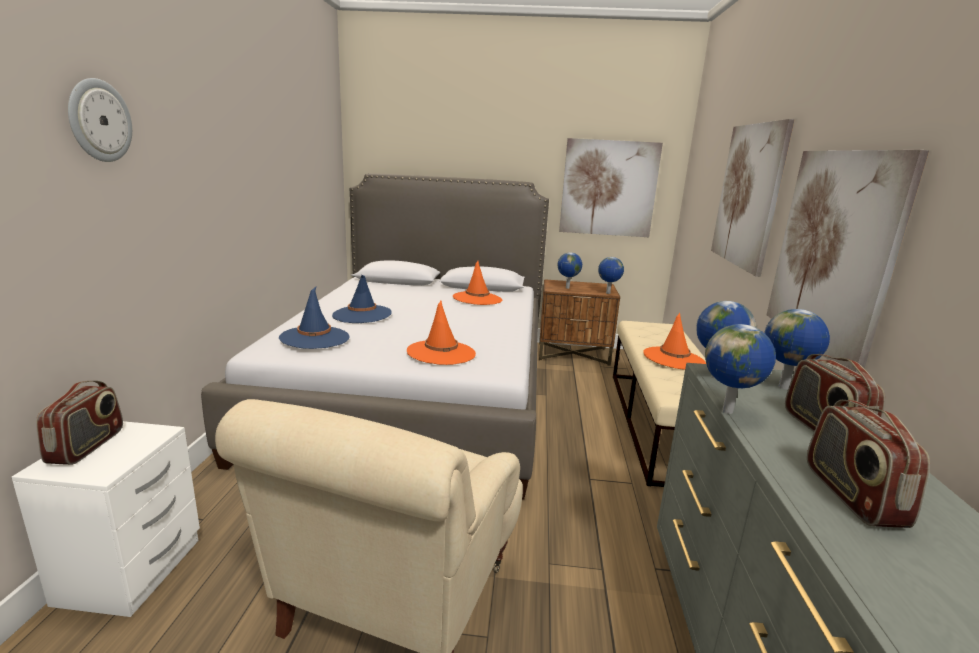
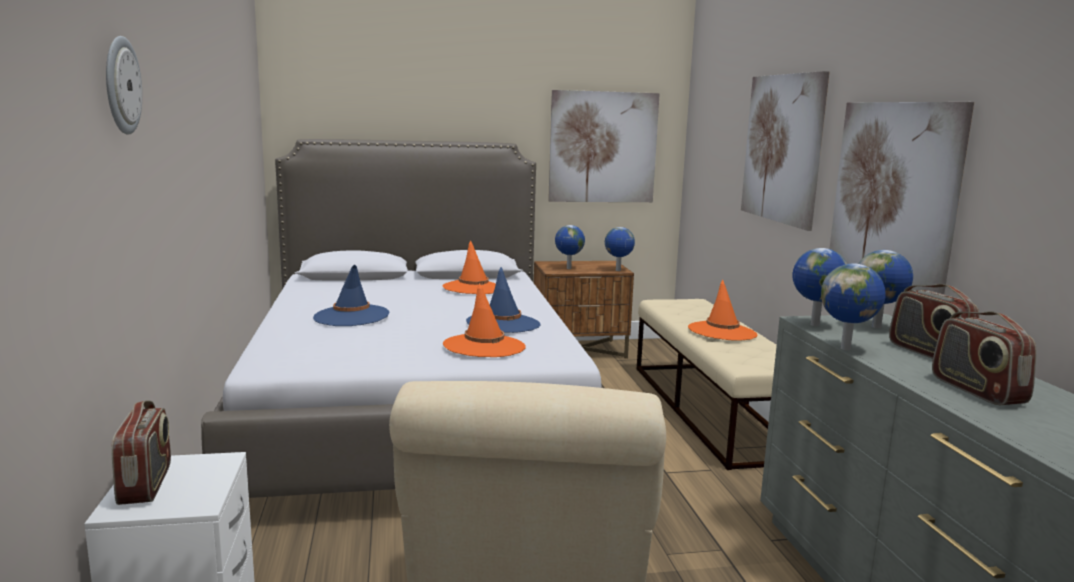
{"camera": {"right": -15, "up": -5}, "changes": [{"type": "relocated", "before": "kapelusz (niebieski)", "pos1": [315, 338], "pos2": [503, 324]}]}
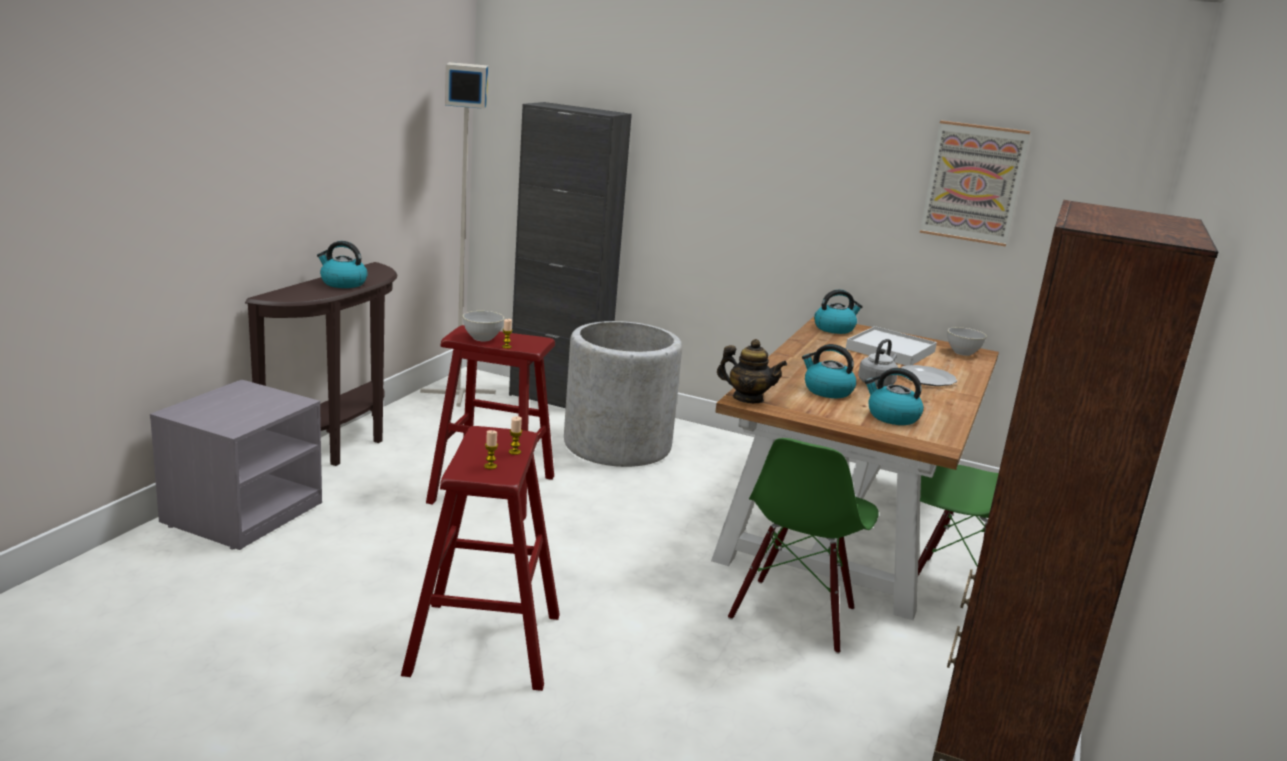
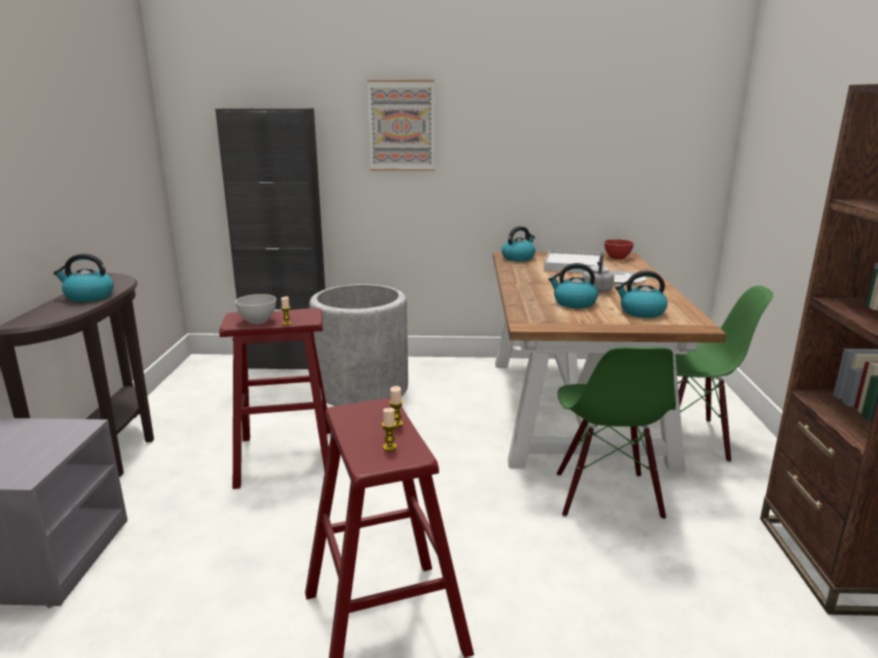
{"camera": {"right": -20, "up": 0}, "changes": [{"type": "missing", "before": "lampa stojąca (szary)", "pos1": [457, 392]}, {"type": "missing", "before": "imbryk", "pos1": [747, 399]}, {"type": "relocated", "before": "obraz", "pos1": [973, 183], "pos2": [401, 126]}, {"type": "colour", "before": "miska (szary)", "after": "miska (czerwony)", "pos1": [963, 352], "pos2": [617, 258]}]}
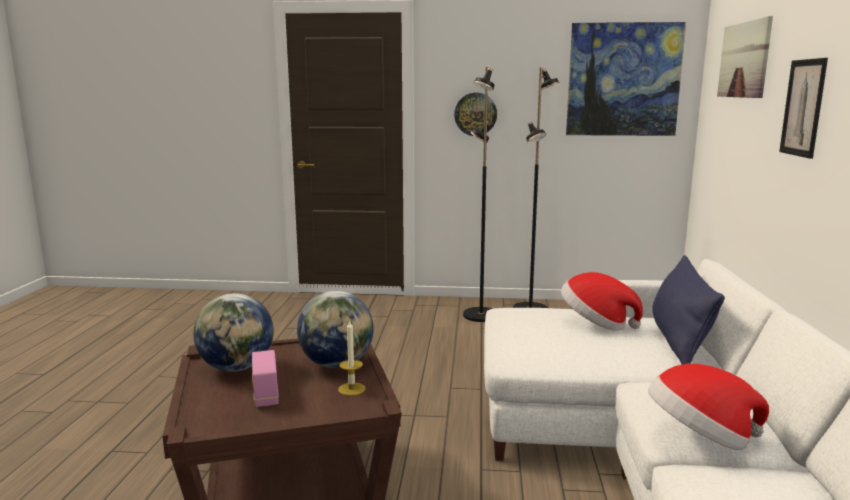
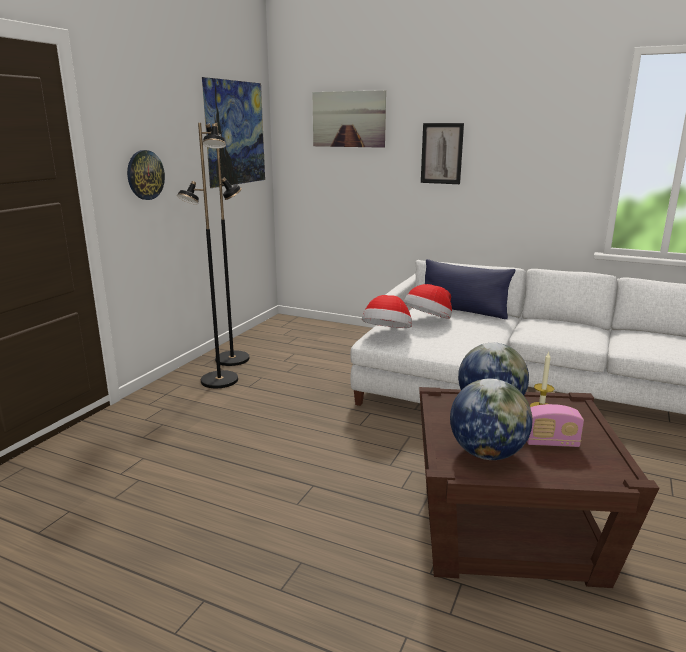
{"camera": {"right": -70, "up": 5}, "changes": [{"type": "relocated", "before": "kapelusz", "pos1": [700, 438], "pos2": [387, 333]}]}
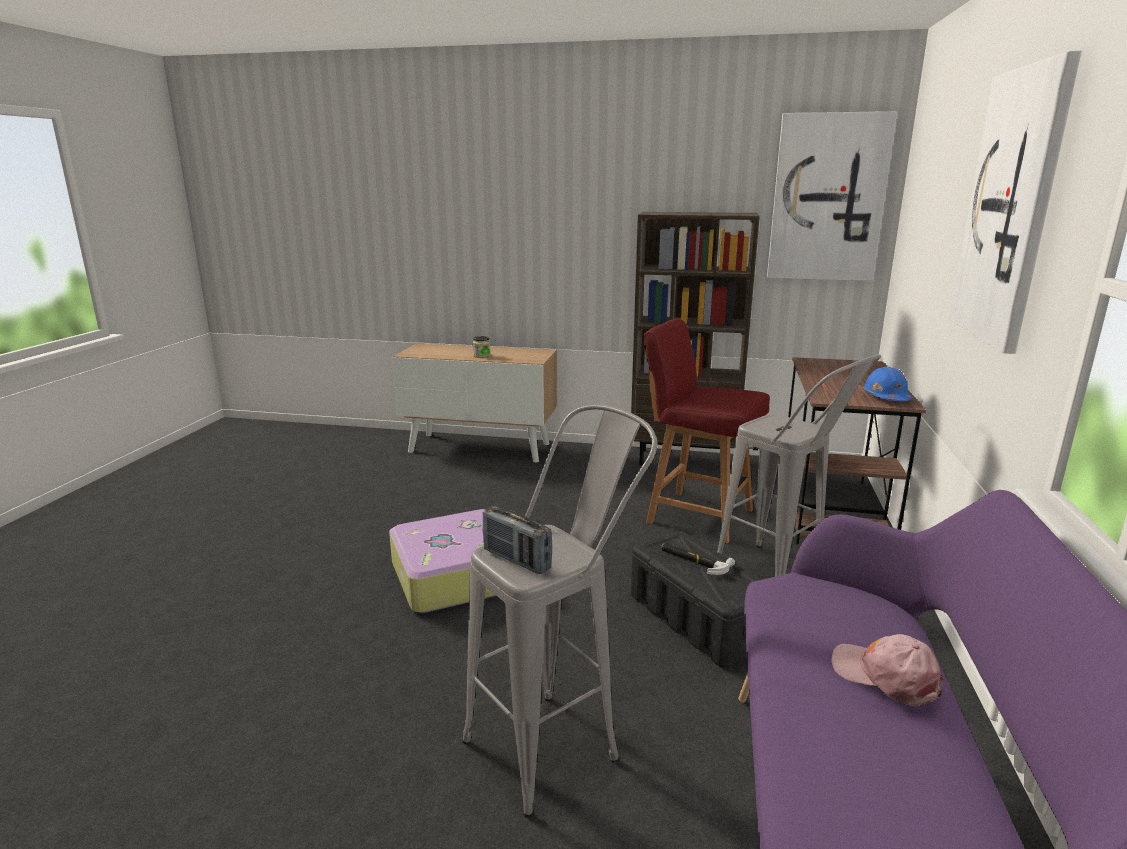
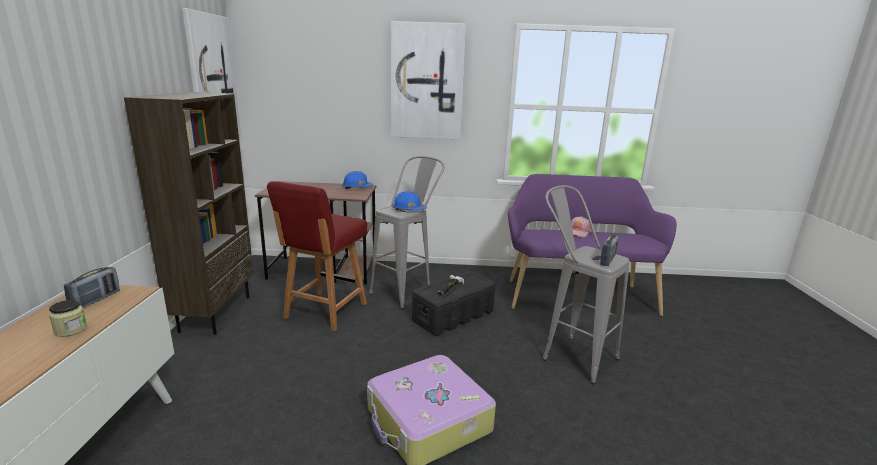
{"camera": {"right": -100, "up": 0}, "changes": [{"type": "appeared", "after": "radio", "pos2": [96, 300]}, {"type": "appeared", "after": "kask (niebieski)", "pos2": [408, 210]}]}
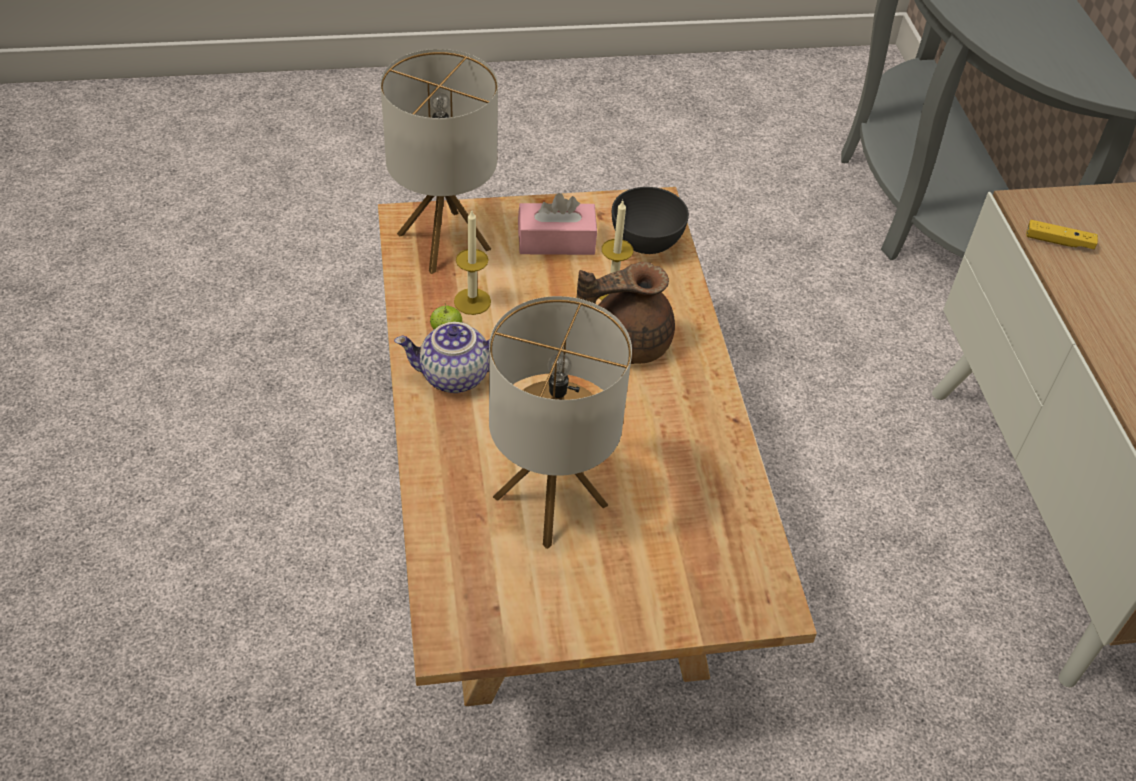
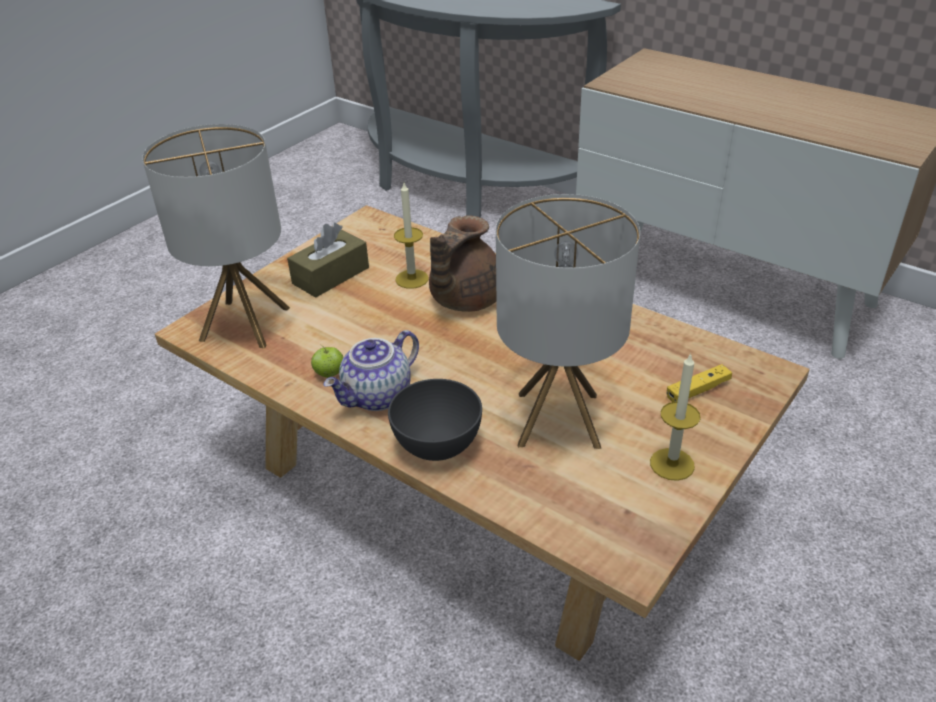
{"camera": {"right": -40, "up": -10}, "changes": [{"type": "relocated", "before": "świeca", "pos1": [472, 301], "pos2": [672, 464]}, {"type": "colour", "before": "pudełko chusteczek (różowy)", "after": "pudełko chusteczek (brązowy)", "pos1": [556, 241], "pos2": [331, 275]}, {"type": "relocated", "before": "miska (szary)", "pos1": [646, 242], "pos2": [437, 444]}, {"type": "relocated", "before": "pad do gier (żółty)", "pos1": [1059, 241], "pos2": [698, 390]}]}
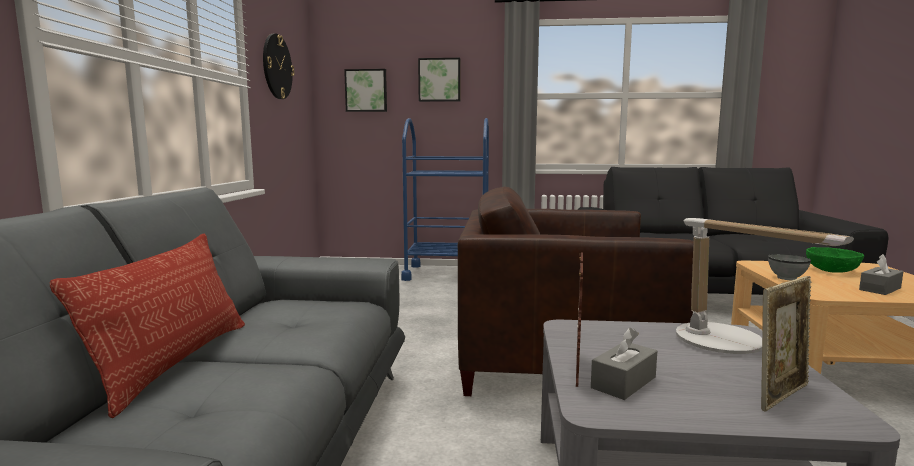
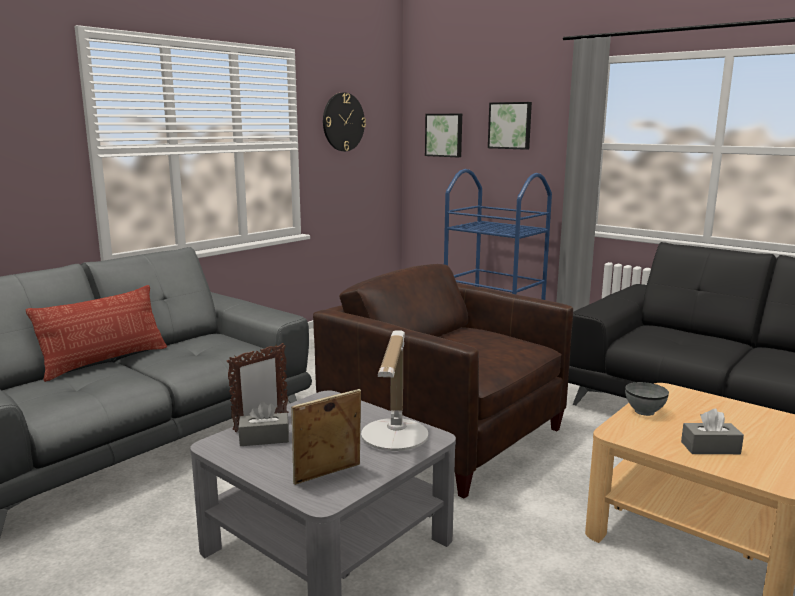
{"camera": {"right": 35, "up": 5}, "changes": [{"type": "spun", "before": "ramka na zdjęcie", "pos1": [781, 395], "pos2": [328, 476], "turn": 150}, {"type": "missing", "before": "miska (zielony)", "pos1": [831, 270]}]}
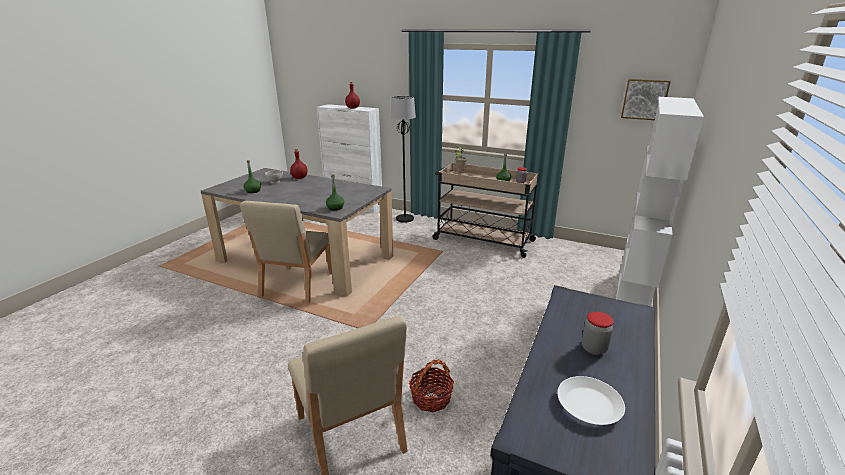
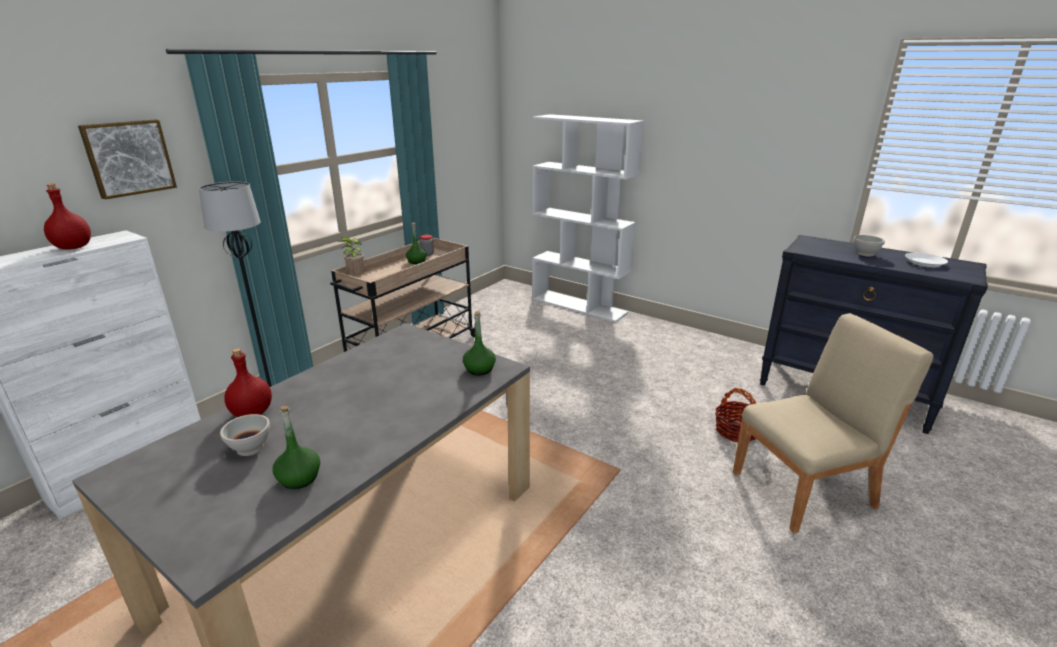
{"camera": {"right": -80, "up": 0}, "changes": [{"type": "missing", "before": "krzesło (beżowy)", "pos1": [297, 285]}, {"type": "exchanged", "before": "słoik", "after": "miska (biały)", "pos1": [594, 348], "pos2": [864, 254]}, {"type": "relocated", "before": "obraz", "pos1": [644, 99], "pos2": [128, 158]}]}
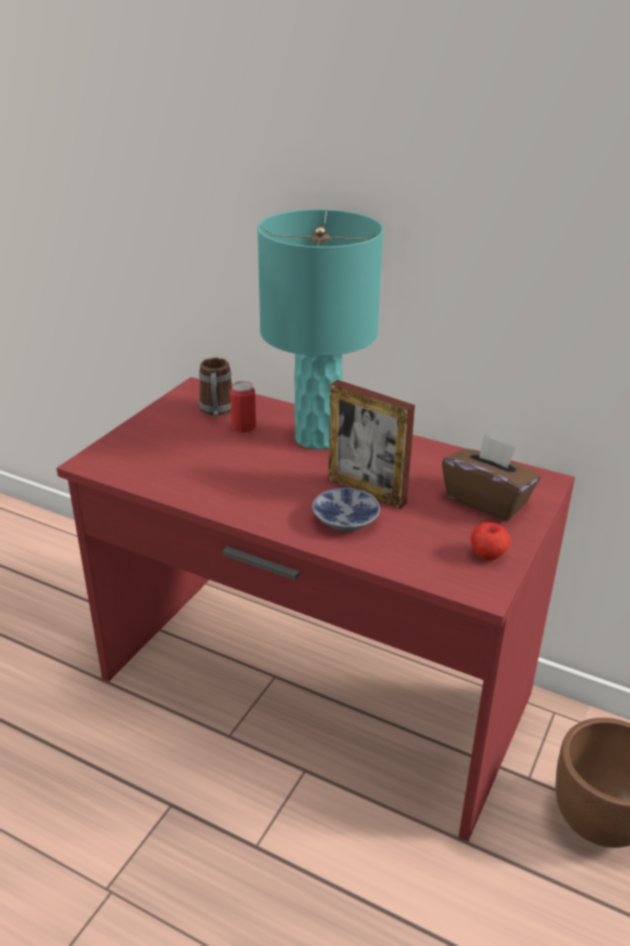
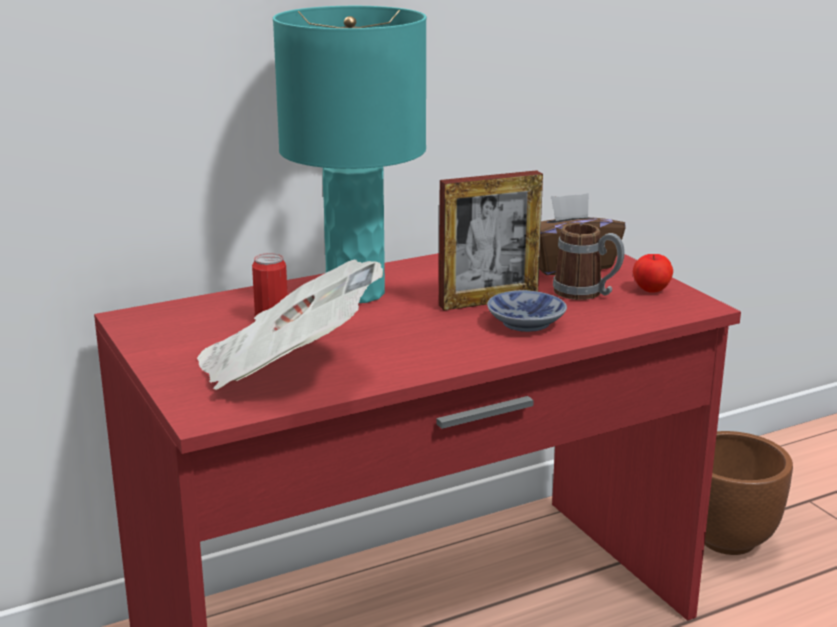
{"camera": {"right": -55, "up": -10}, "changes": [{"type": "relocated", "before": "kubek", "pos1": [216, 411], "pos2": [587, 293]}, {"type": "appeared", "after": "gazeta", "pos2": [286, 369]}]}
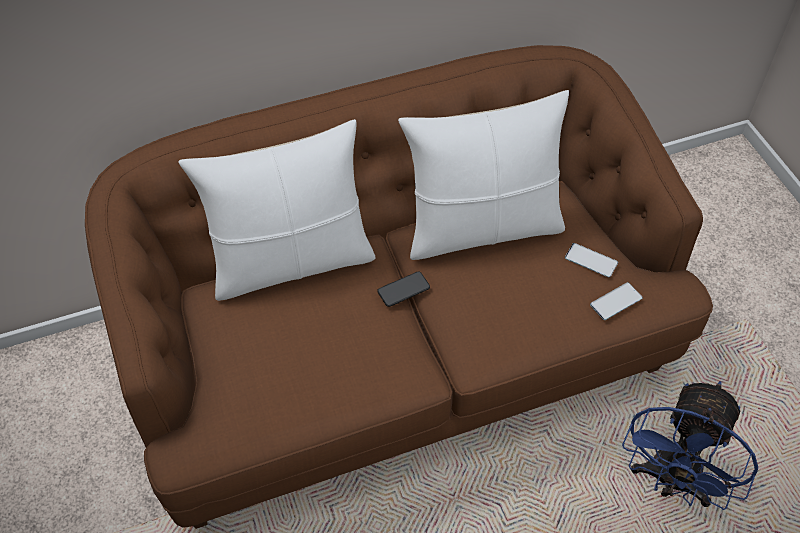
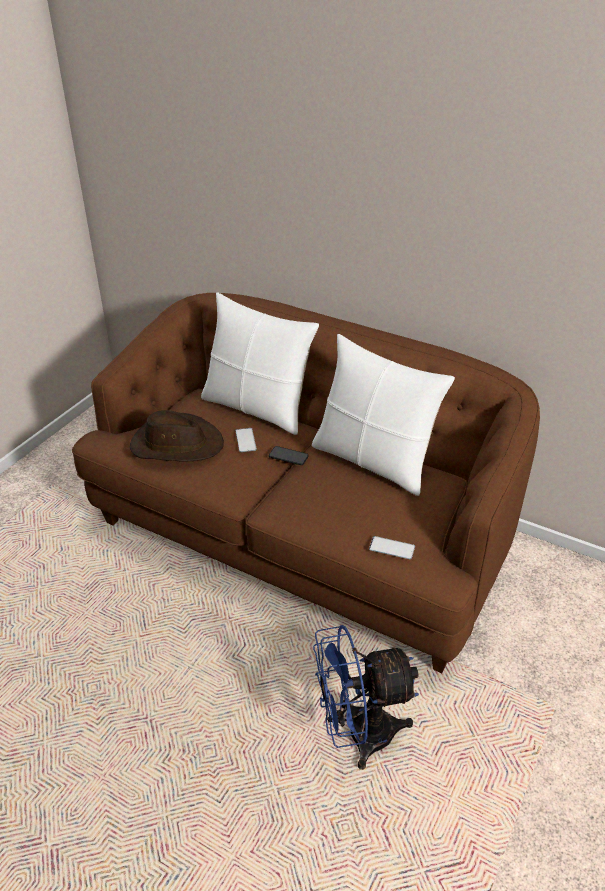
{"camera": {"right": 50, "up": -15}, "changes": [{"type": "relocated", "before": "telefon", "pos1": [591, 260], "pos2": [245, 440]}, {"type": "appeared", "after": "kapelusz (brązowy)", "pos2": [176, 444]}]}
